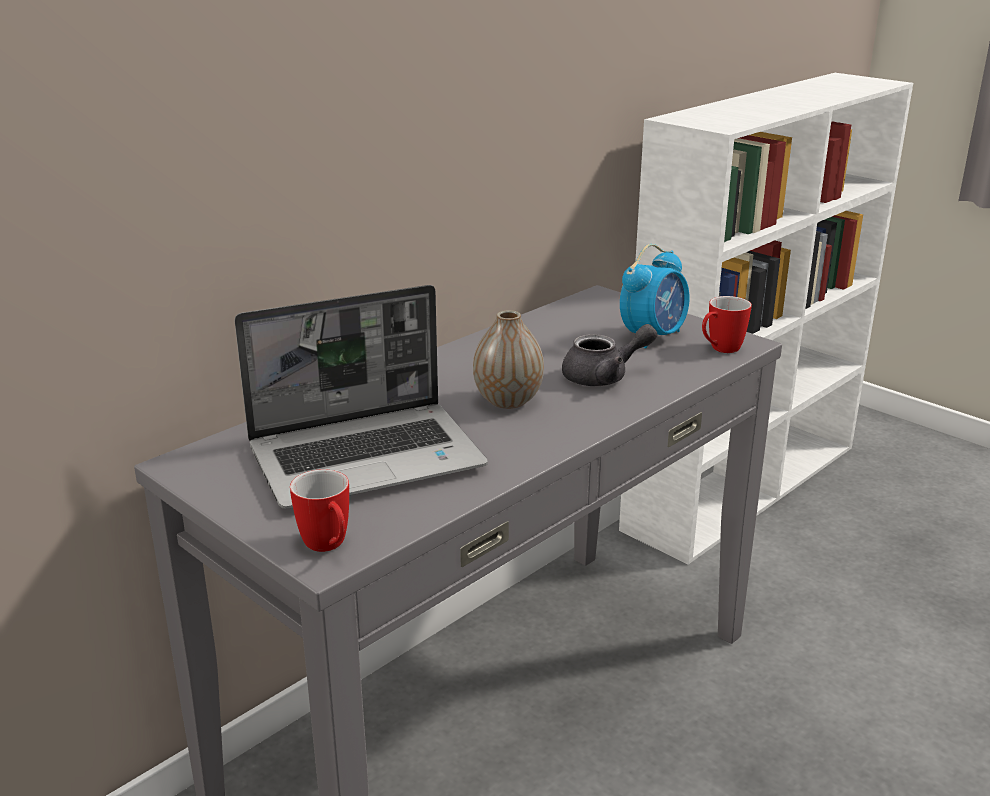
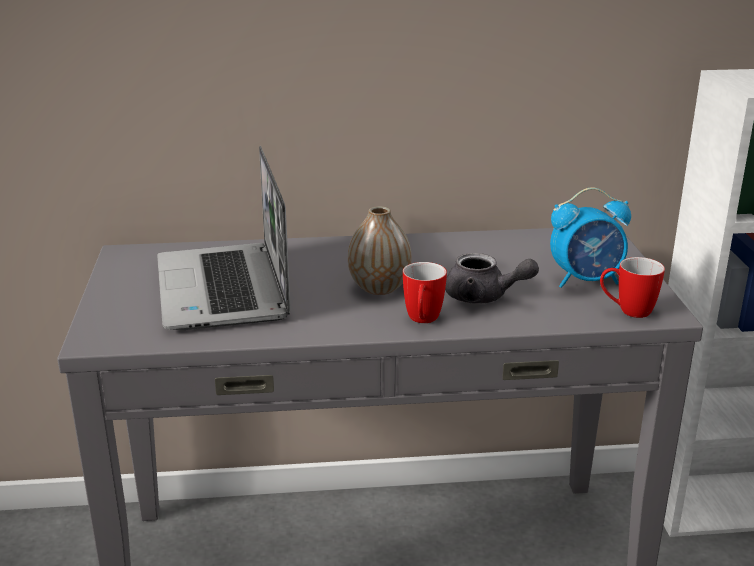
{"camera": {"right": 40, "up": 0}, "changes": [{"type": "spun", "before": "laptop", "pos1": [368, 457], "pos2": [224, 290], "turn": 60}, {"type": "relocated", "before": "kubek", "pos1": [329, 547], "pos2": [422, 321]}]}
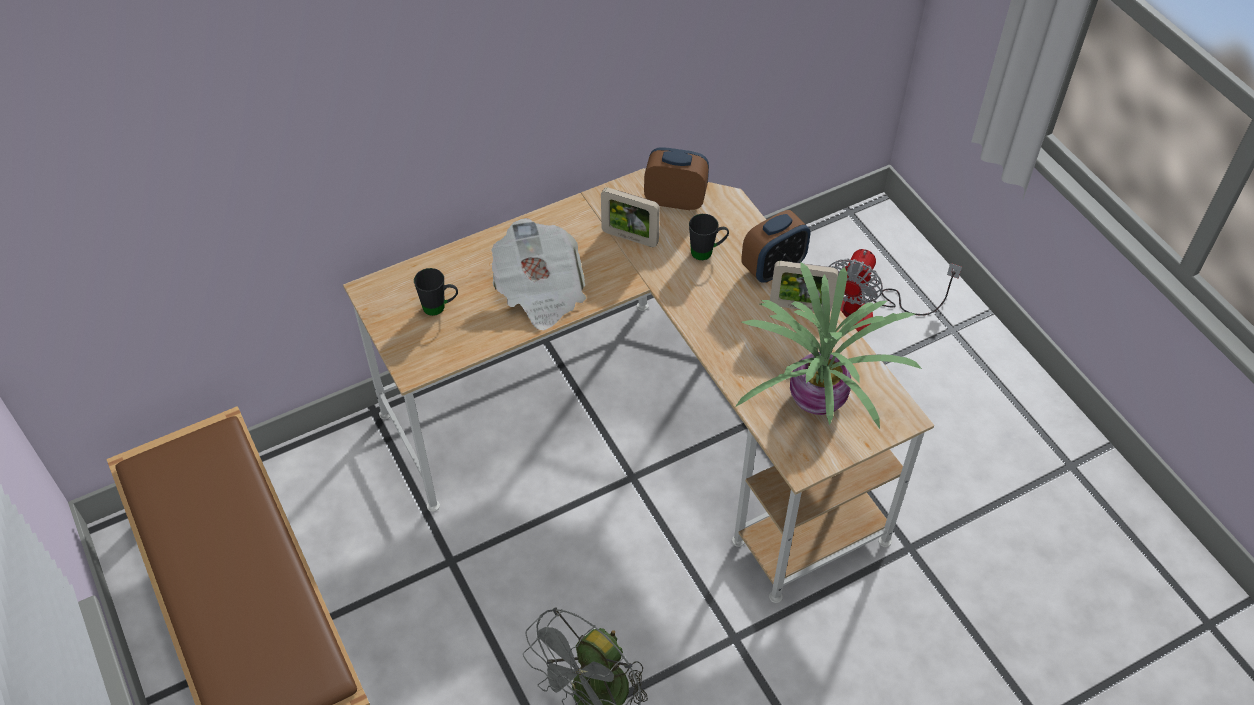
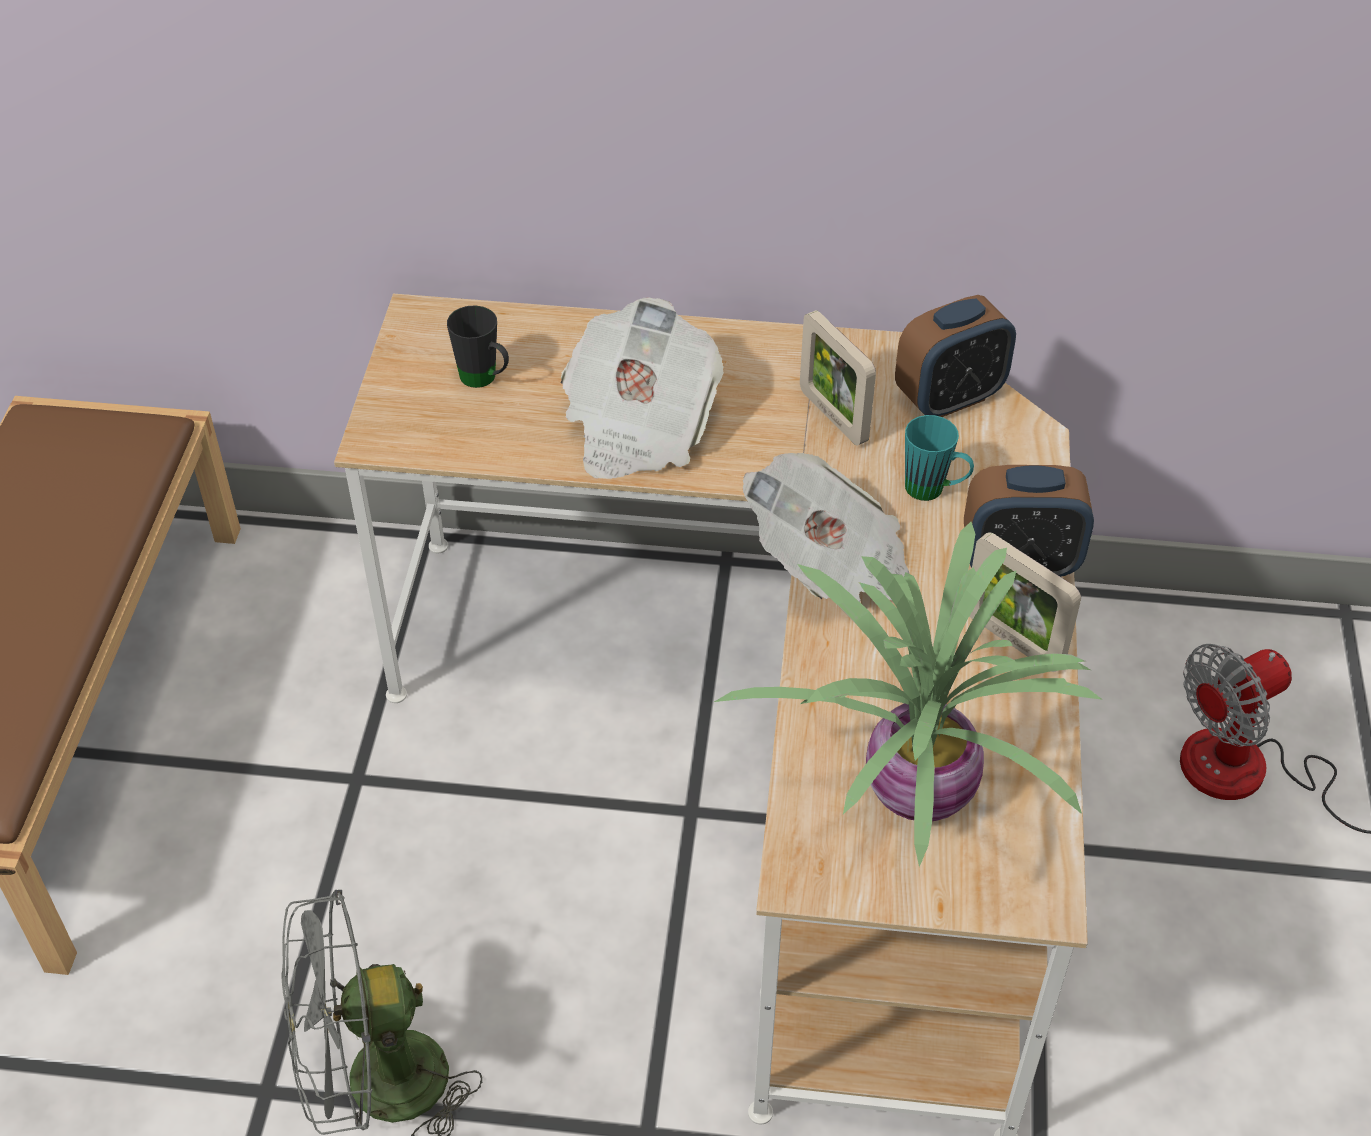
{"camera": {"right": 35, "up": -5}, "changes": [{"type": "spun", "before": "budzik", "pos1": [675, 200], "pos2": [949, 398], "turn": 105}, {"type": "colour", "before": "kubek (czarny)", "after": "kubek (turkusowy)", "pos1": [707, 252], "pos2": [933, 491]}, {"type": "appeared", "after": "gazeta", "pos2": [831, 567]}]}
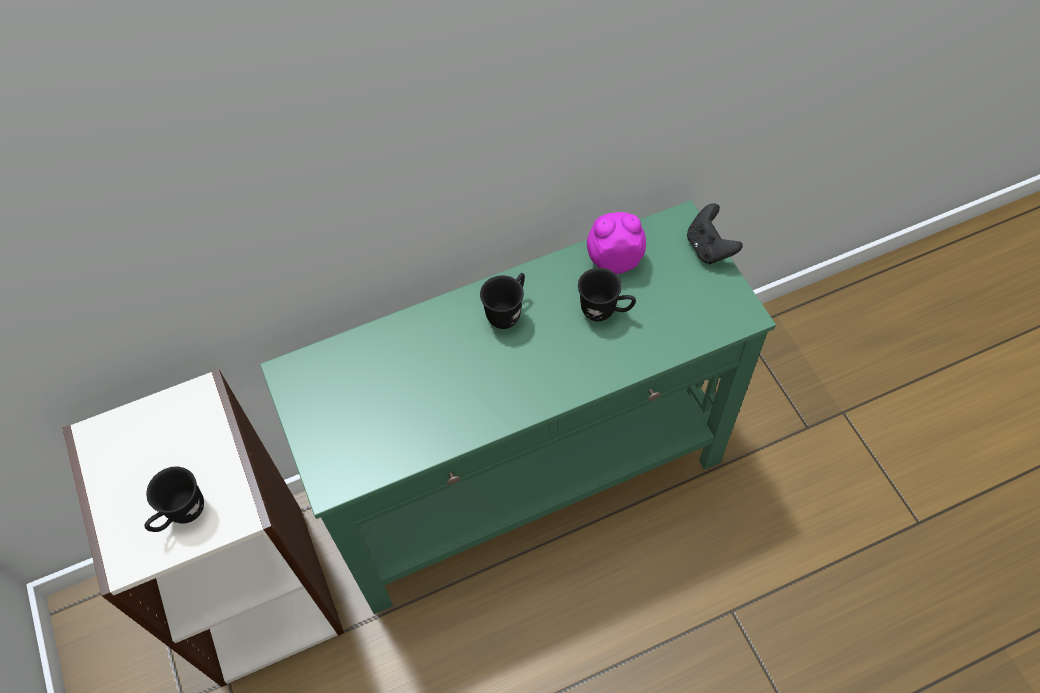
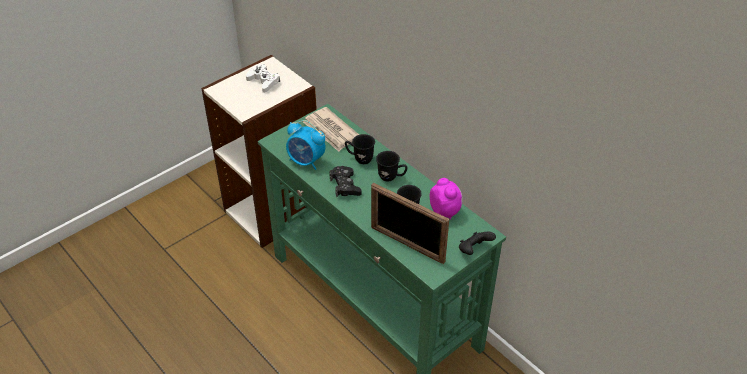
{"camera": {"right": 70, "up": -15}, "changes": [{"type": "relocated", "before": "kubek (czarny)", "pos1": [181, 515], "pos2": [359, 158]}, {"type": "appeared", "after": "pad do gier (biały)", "pos2": [263, 81]}, {"type": "appeared", "after": "budzik", "pos2": [306, 161]}, {"type": "appeared", "after": "gazeta", "pos2": [331, 131]}, {"type": "appeared", "after": "pad do gier (czarny)", "pos2": [345, 186]}, {"type": "appeared", "after": "ramka na zdjęcie", "pos2": [407, 244]}]}
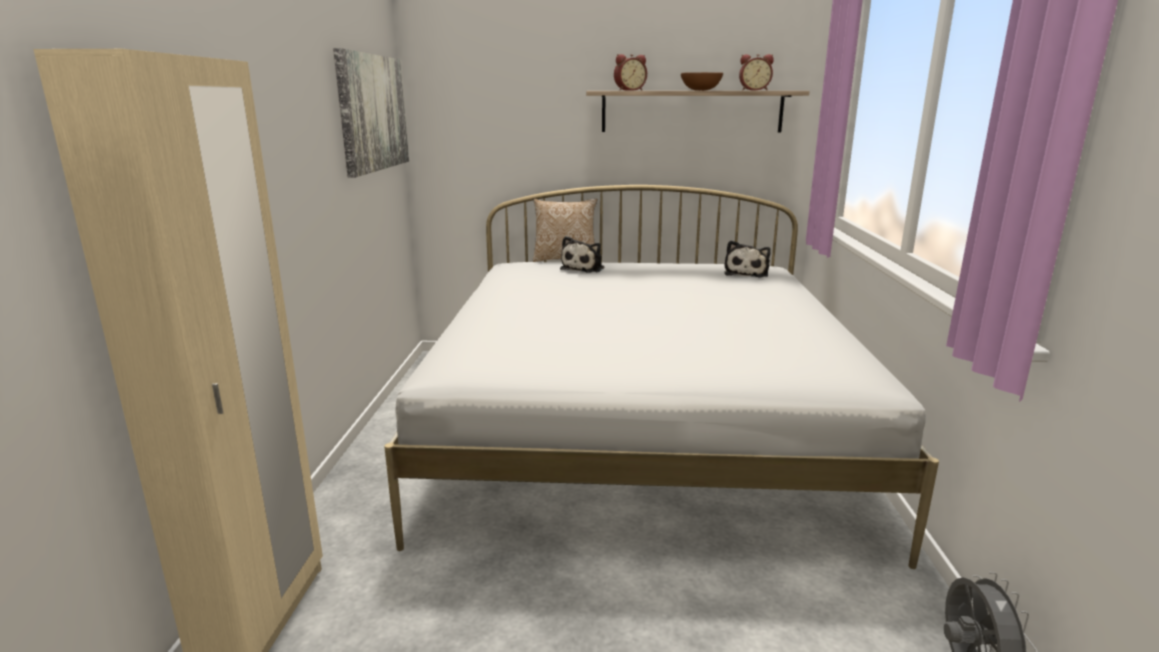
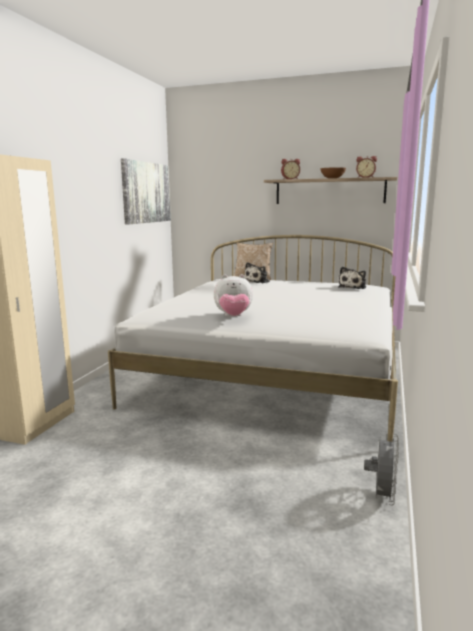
{"camera": {"right": 15, "up": -5}, "changes": [{"type": "appeared", "after": "pluszak", "pos2": [233, 316]}]}
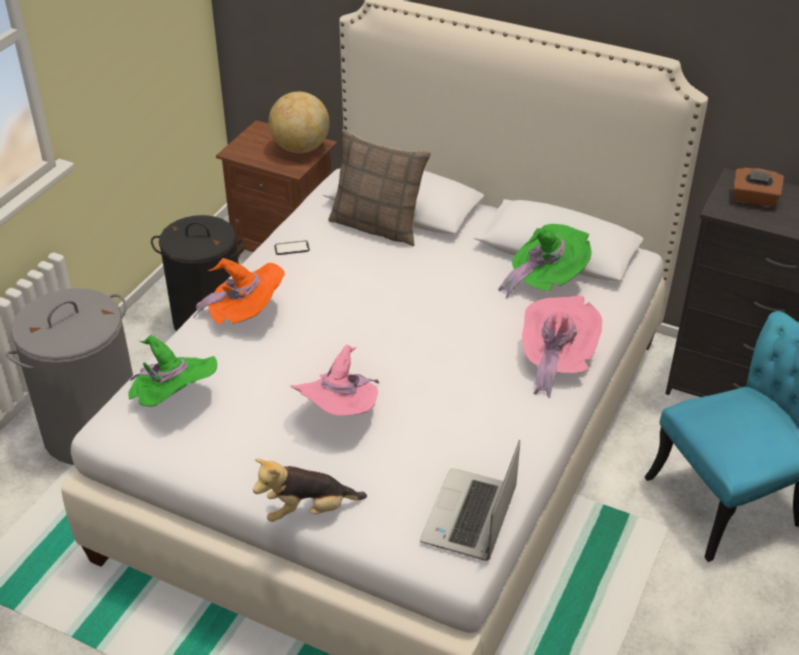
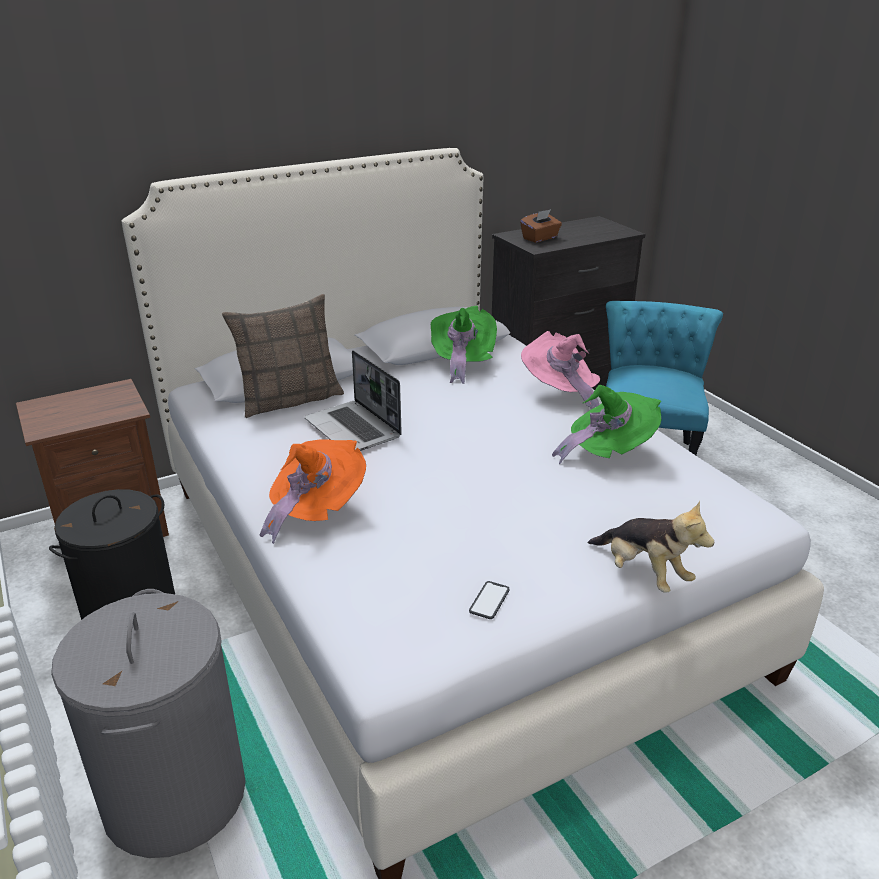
{"camera": {"right": -55, "up": -10}, "changes": [{"type": "relocated", "before": "kapelusz (zielony)", "pos1": [174, 400], "pos2": [608, 451]}, {"type": "spun", "before": "pluszak", "pos1": [308, 511], "pos2": [643, 573], "turn": -60}, {"type": "missing", "before": "globus", "pos1": [300, 148]}, {"type": "relocated", "before": "telefon", "pos1": [292, 248], "pos2": [489, 600]}, {"type": "missing", "before": "kapelusz (różowy)", "pos1": [340, 414]}, {"type": "relocated", "before": "laptop", "pos1": [470, 517], "pos2": [354, 429]}]}
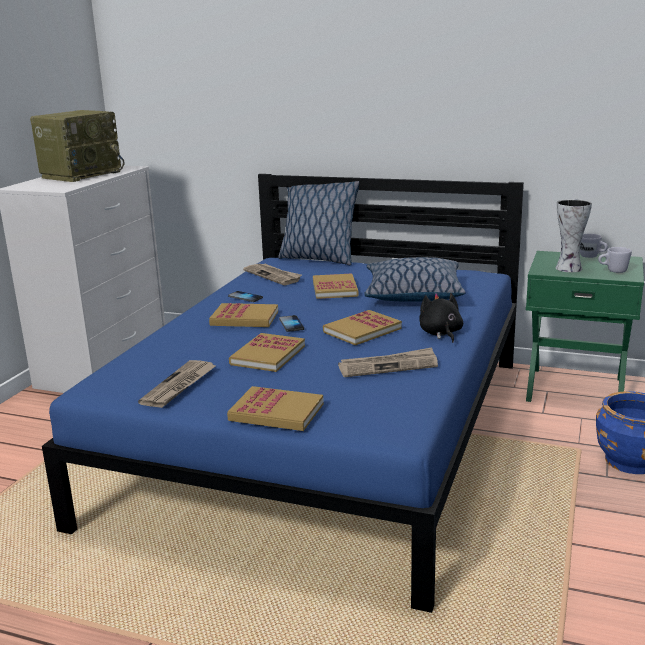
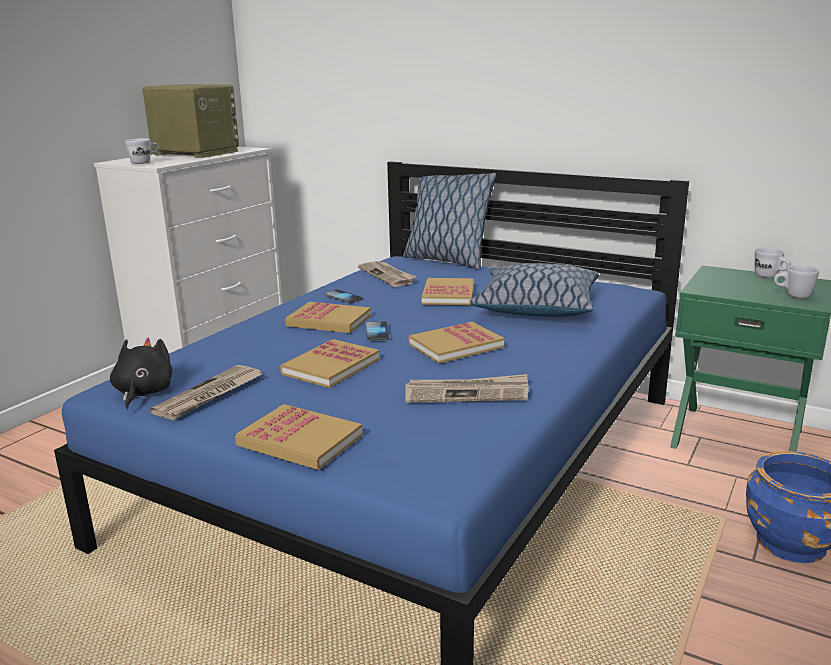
{"camera": {"right": 10, "up": 0}, "changes": [{"type": "spun", "before": "radio", "pos1": [81, 174], "pos2": [194, 153], "turn": -105}, {"type": "relocated", "before": "pluszak (czarny)", "pos1": [440, 333], "pos2": [143, 393]}, {"type": "missing", "before": "wazon", "pos1": [568, 268]}, {"type": "appeared", "after": "kubek (biały)", "pos2": [145, 162]}]}
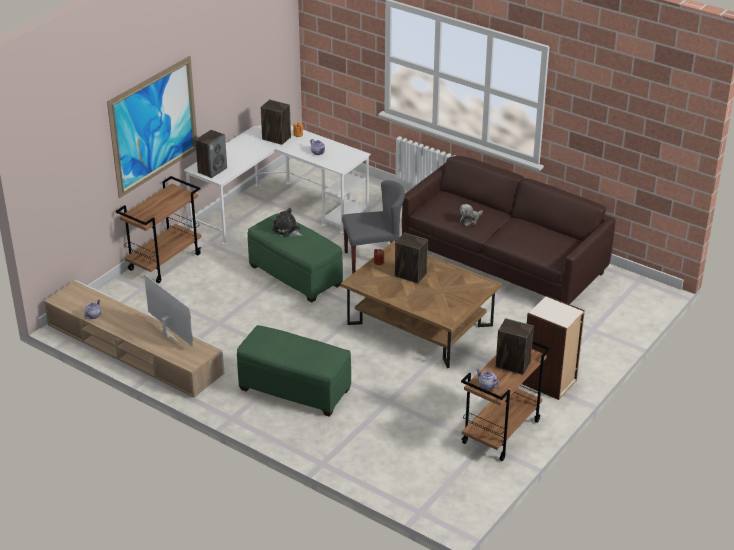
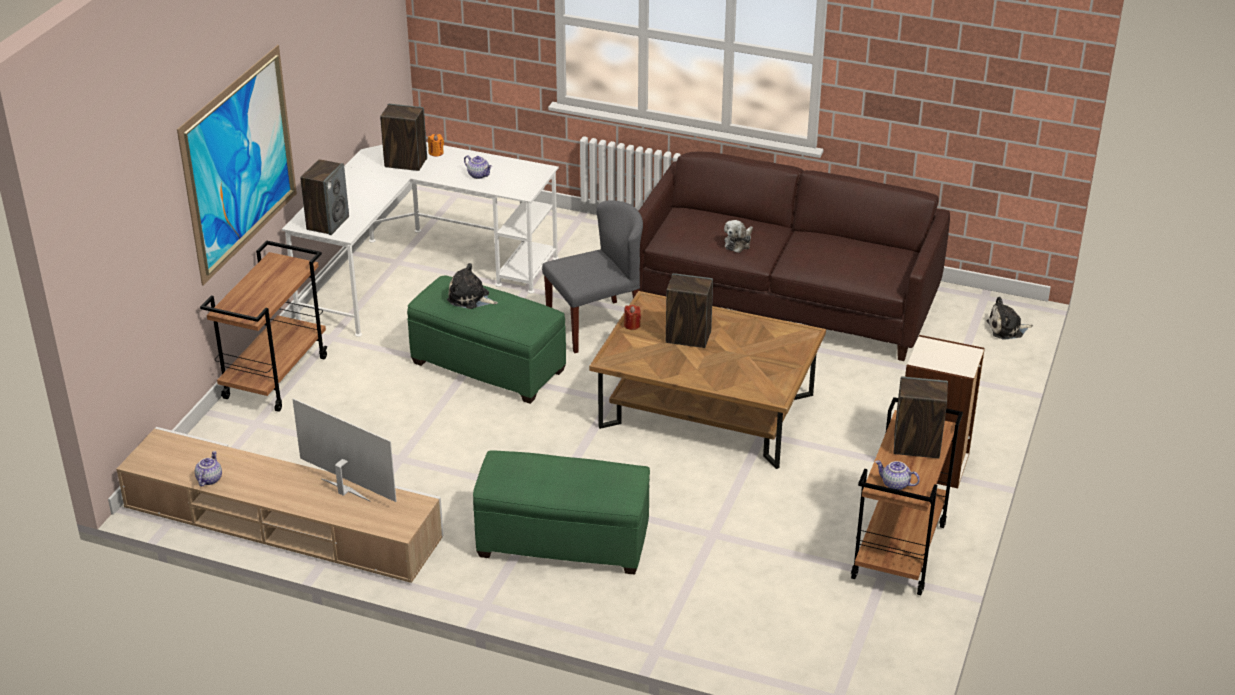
{"camera": {"right": -15, "up": 0}, "changes": [{"type": "appeared", "after": "pluszak", "pos2": [1007, 329]}]}
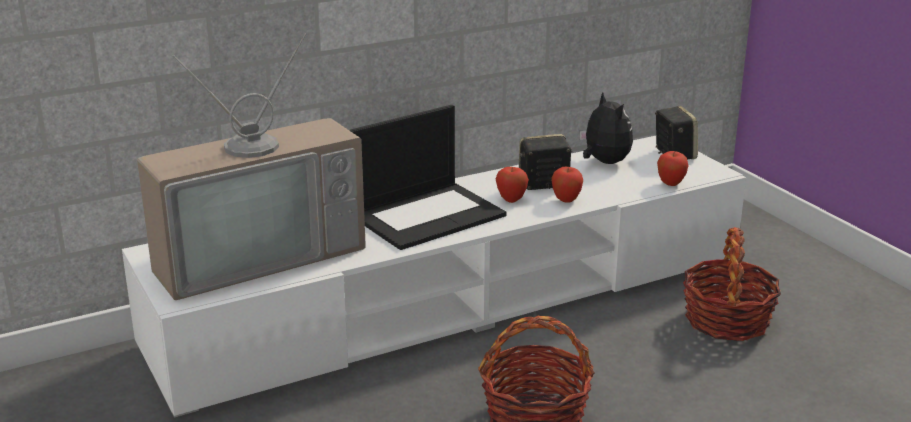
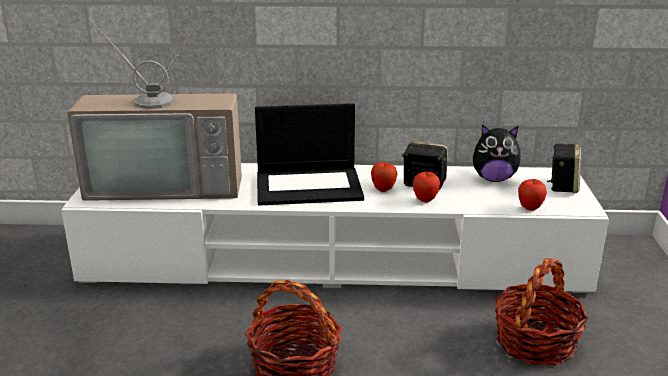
{"camera": {"right": 30, "up": 0}, "changes": [{"type": "spun", "before": "pluszak", "pos1": [604, 162], "pos2": [494, 179], "turn": 90}]}
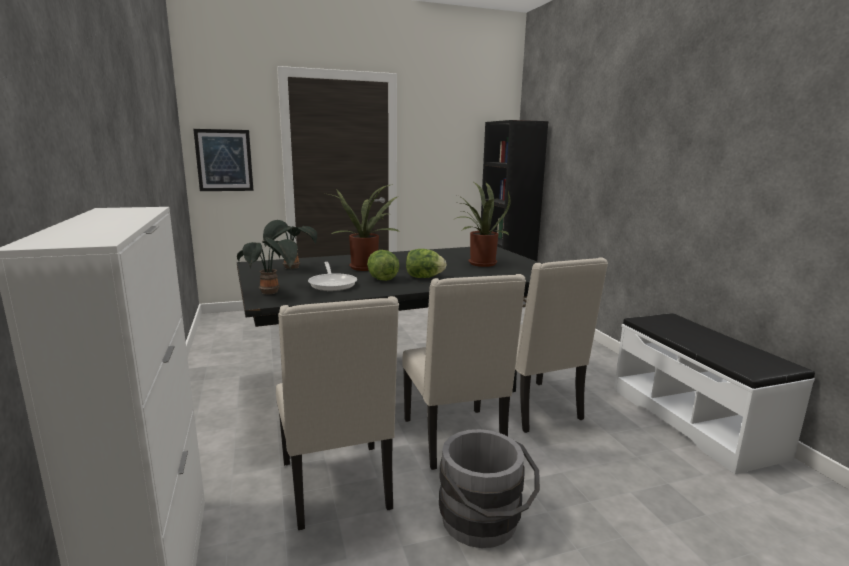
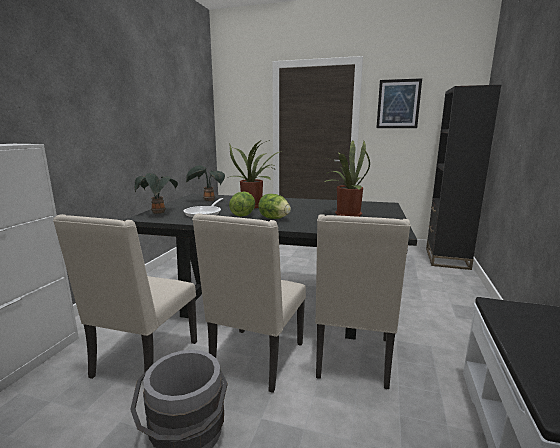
{"camera": {"right": 35, "up": 0}, "changes": [{"type": "relocated", "before": "obraz", "pos1": [224, 160], "pos2": [398, 104]}]}
